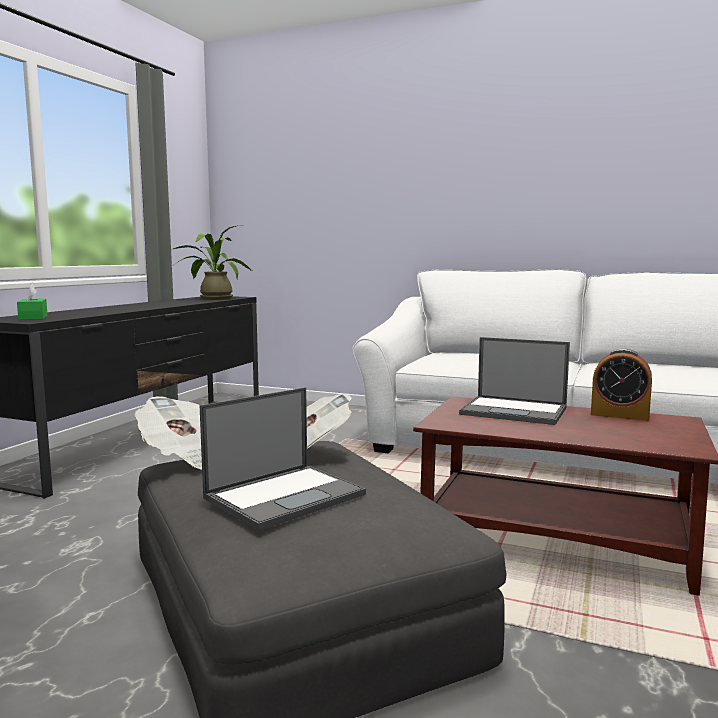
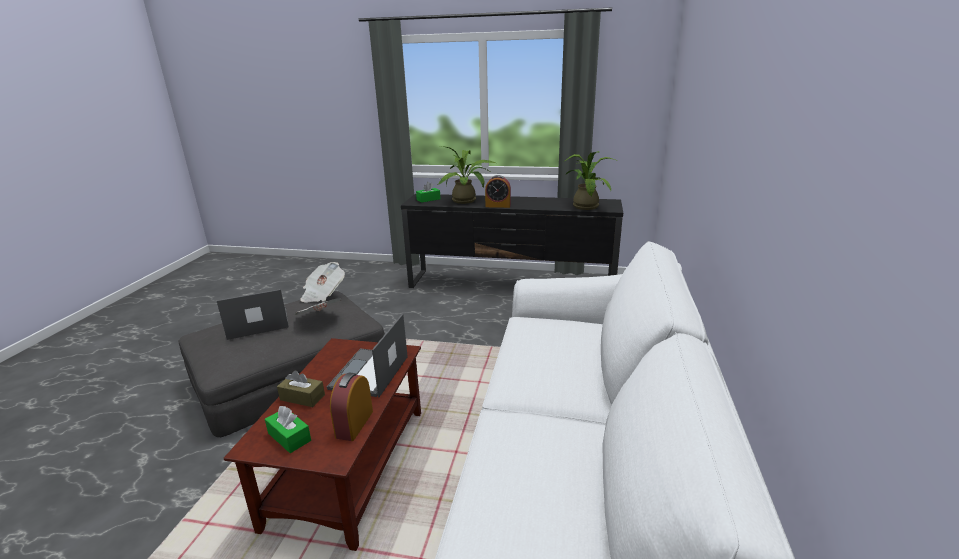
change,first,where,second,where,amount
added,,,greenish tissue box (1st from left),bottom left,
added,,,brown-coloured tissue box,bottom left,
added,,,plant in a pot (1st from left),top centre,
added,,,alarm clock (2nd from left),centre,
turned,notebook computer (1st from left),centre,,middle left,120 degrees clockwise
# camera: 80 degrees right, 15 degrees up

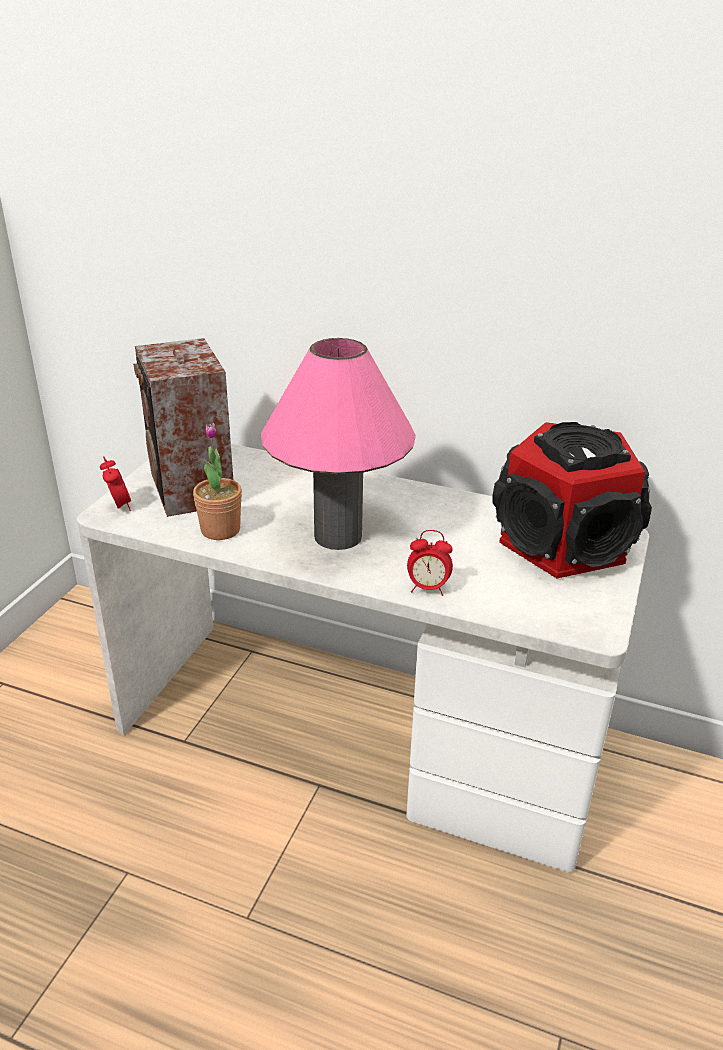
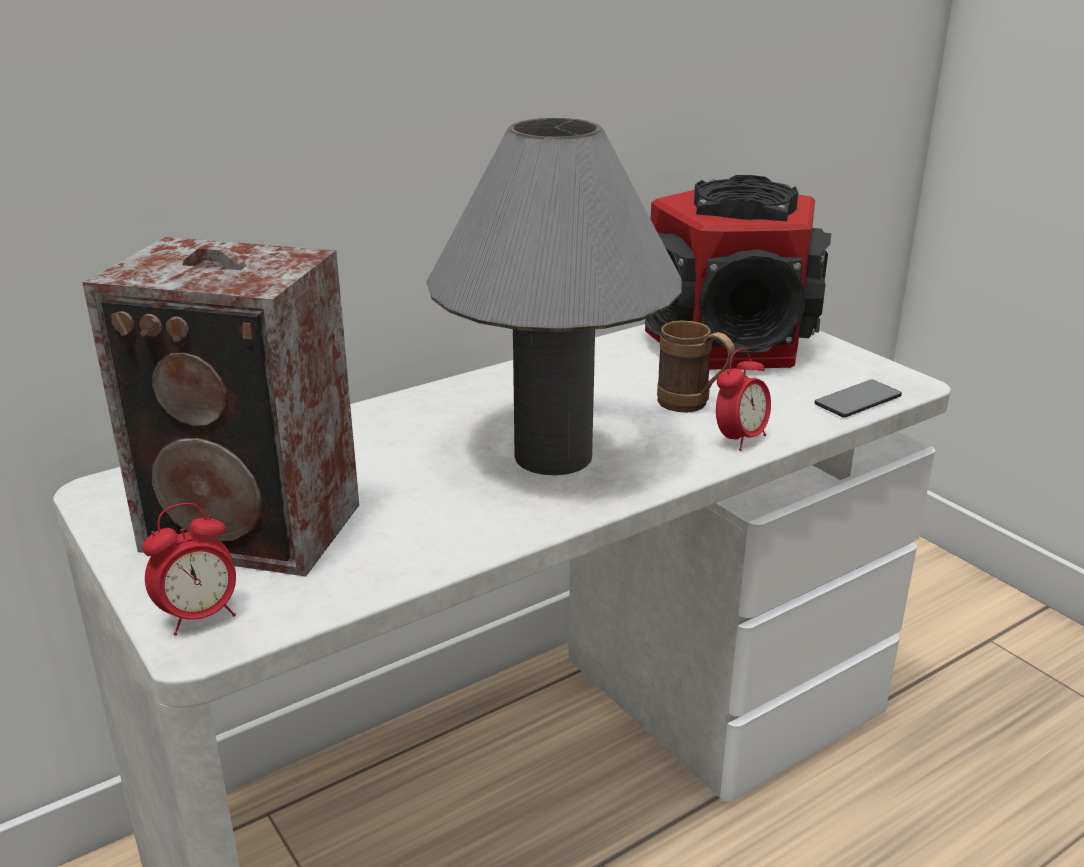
change,first,where,second,where,amount
removed,plant in a pot,middle left,,,
added,,,brown-coloured coffee mug,centre,
added,,,handset,middle right,
recoloured,pink-coloured lamp for a table,centre,grey lamp for a table,centre,
turned,alarm clock (1st from left),middle left,,middle left,135 degrees clockwise
# camera: 55 degrees left, 5 degrees down

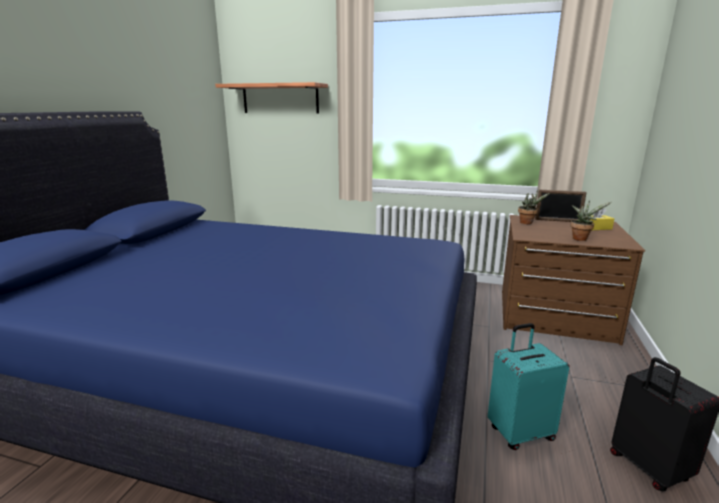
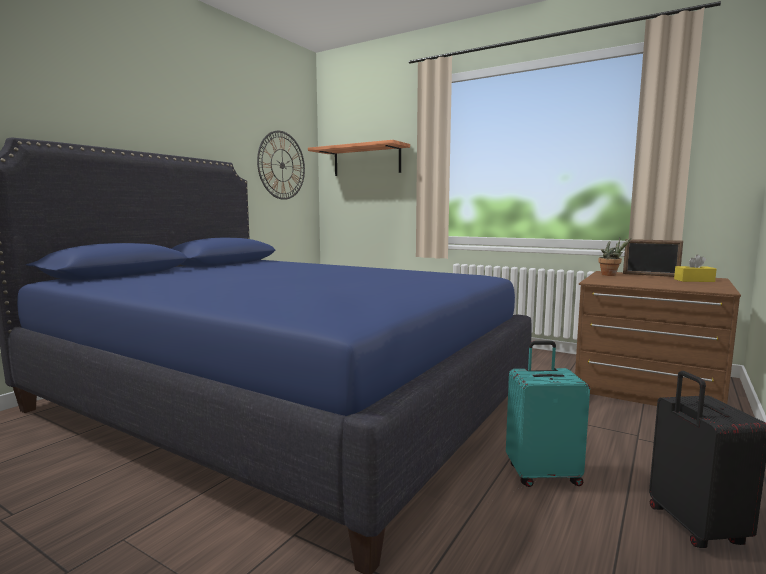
change,first,where,second,where,amount
removed,plant in a pot (2nd from left),middle right,,,
added,,,hanging clock,top centre,
# camera: 15 degrees right, 10 degrees down

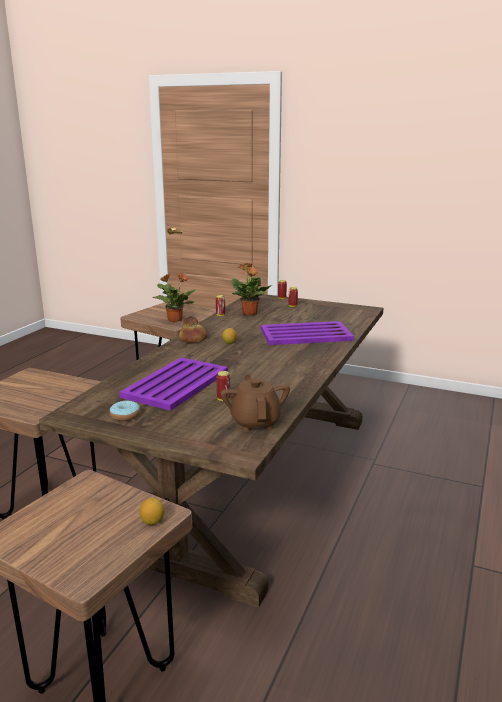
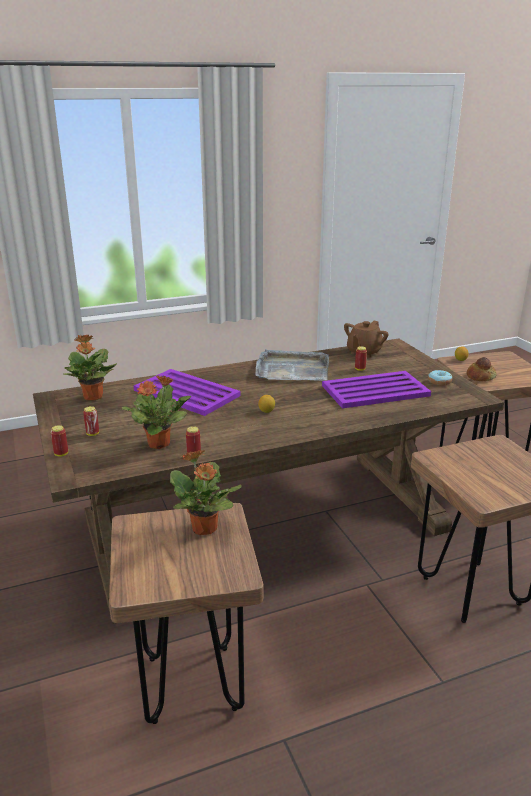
change,first,where,second,where,amount
added,,,plant in a pot (1st from left),middle left,
added,,,grey carrying tray,centre,
moved,bread,centre,,middle right,
# camera: 135 degrees left, 5 degrees up

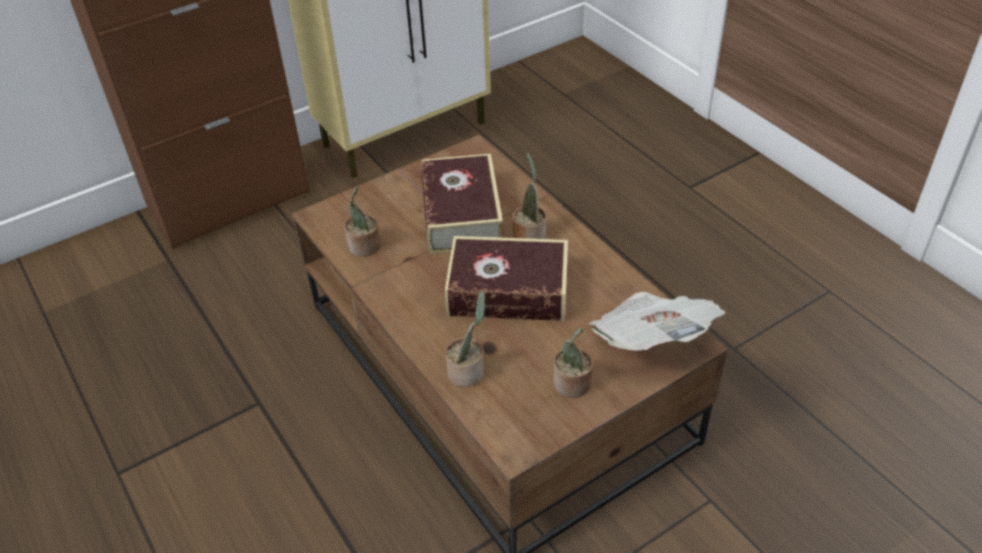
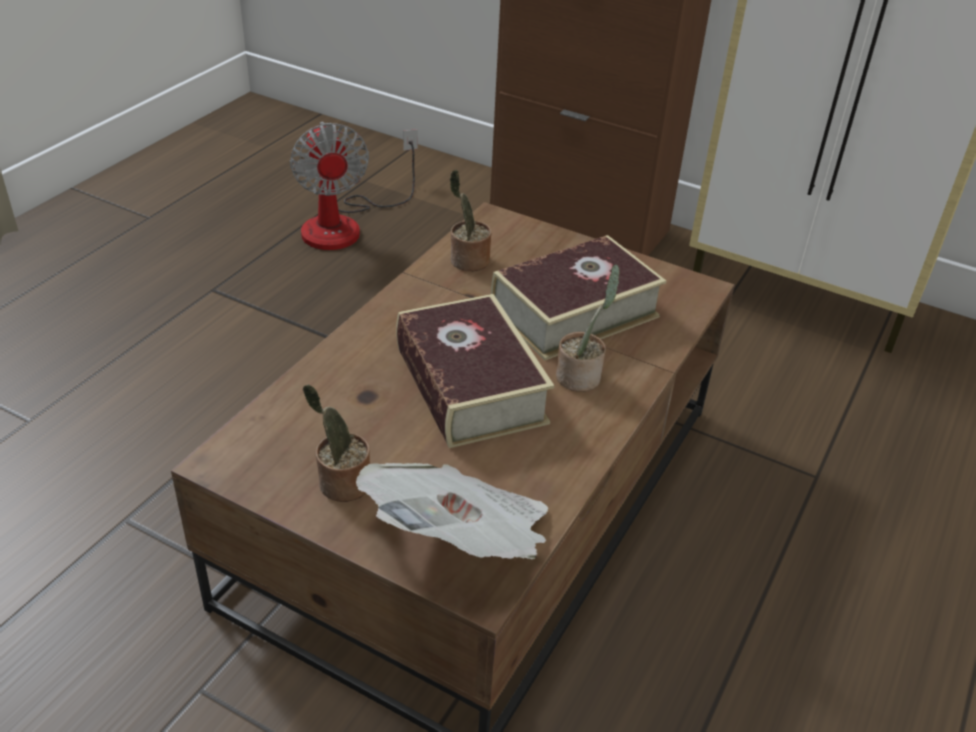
change,first,where,second,where,amount
removed,plant in a pot (2nd from left),centre,,,
added,,,electric fan,top centre,
# camera: 60 degrees right, 5 degrees down

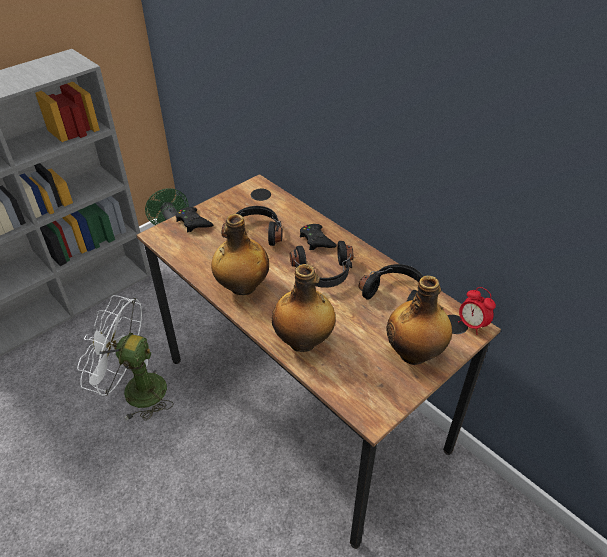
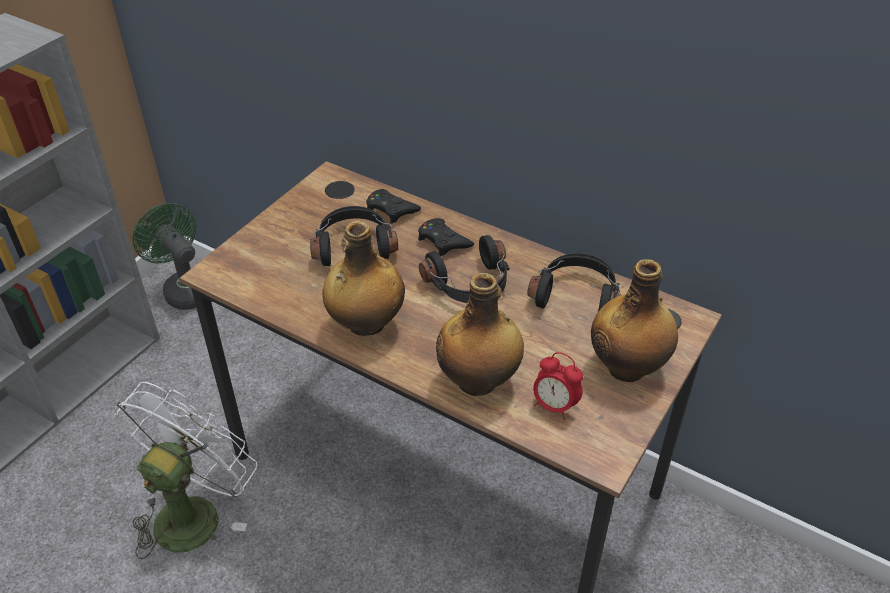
change,first,where,second,where,amount
moved,blackish joypad (1st from left),middle left,,centre,
moved,alarm clock,middle right,,centre,
turned,white-coloured electric fan,middle left,,bottom left,120 degrees clockwise
# camera: 15 degrees left, 0 degrees up

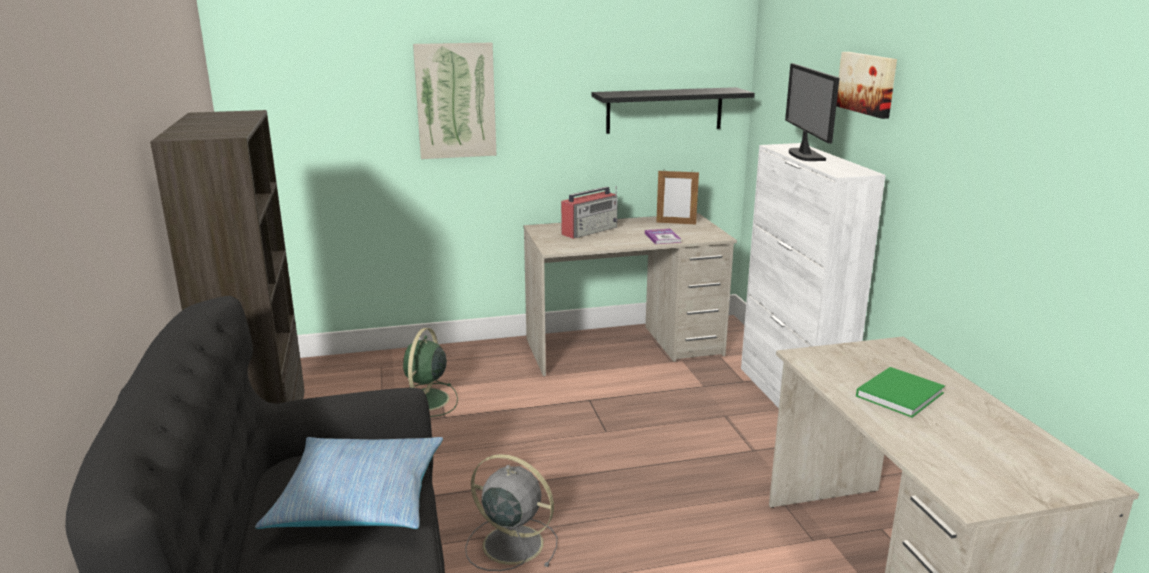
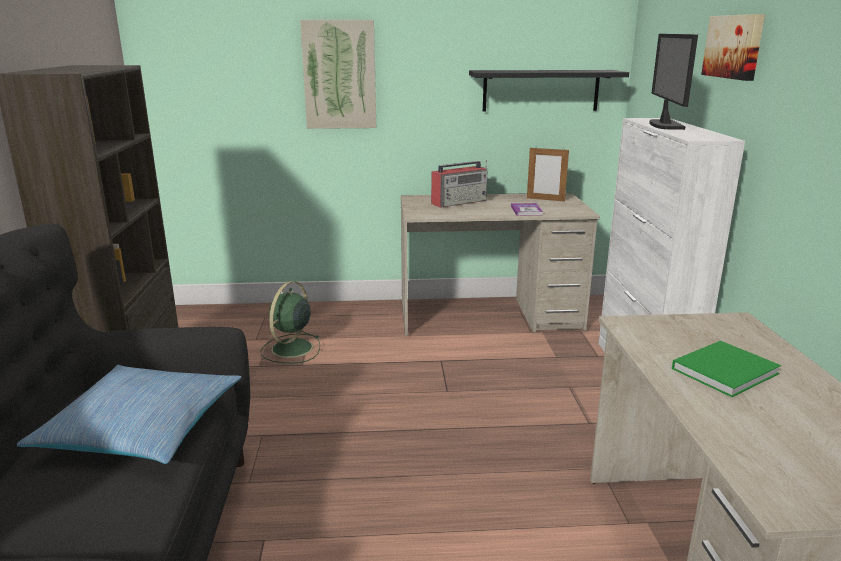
change,first,where,second,where,amount
removed,grey electric fan,bottom centre,,,
# camera: 10 degrees right, 0 degrees up

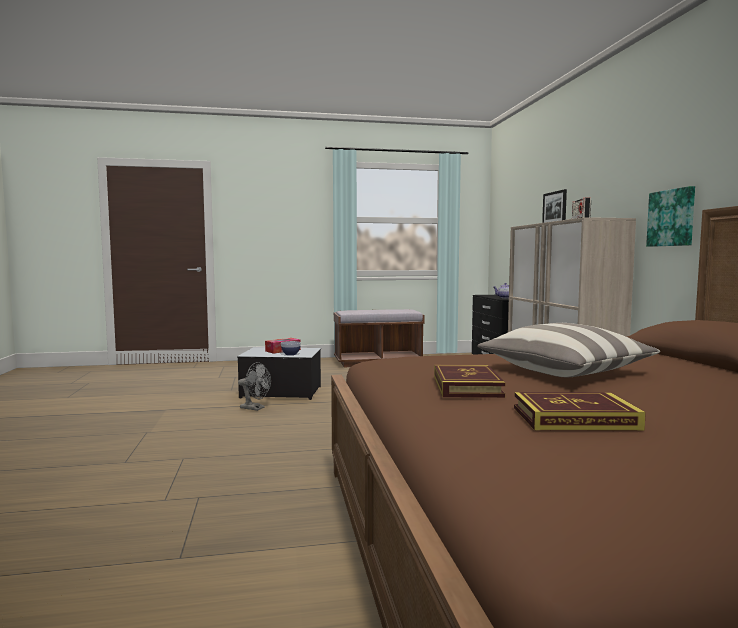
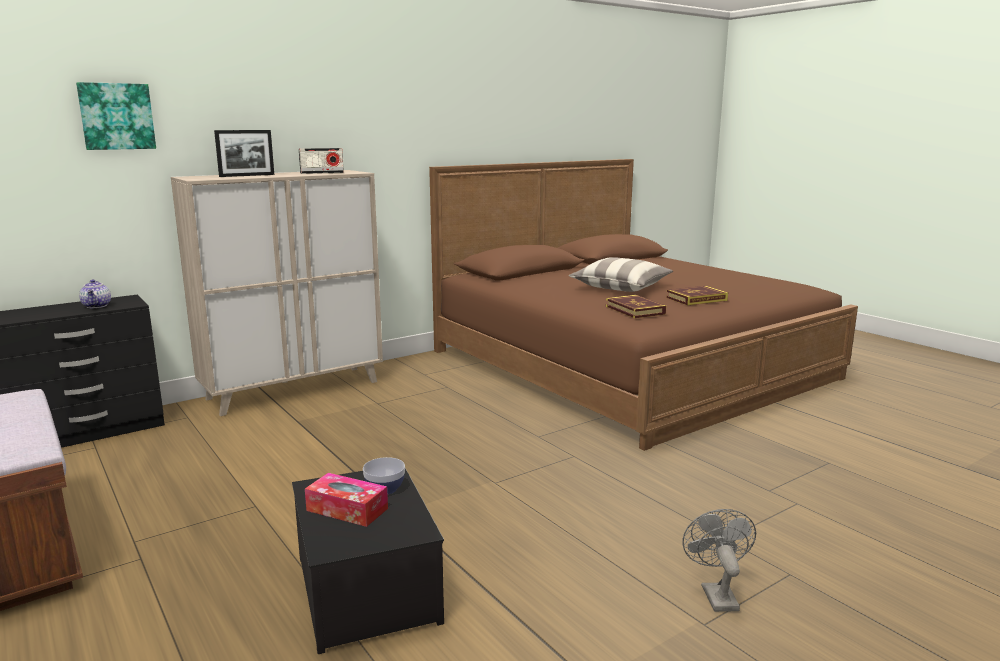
change,first,where,second,where,amount
moved,grey electric fan,centre,,bottom right,
moved,book (2nd from left in the first image),middle right,book (1st from left),centre,
moved,wall art,middle right,,top left,
# camera: 115 degrees left, 10 degrees up

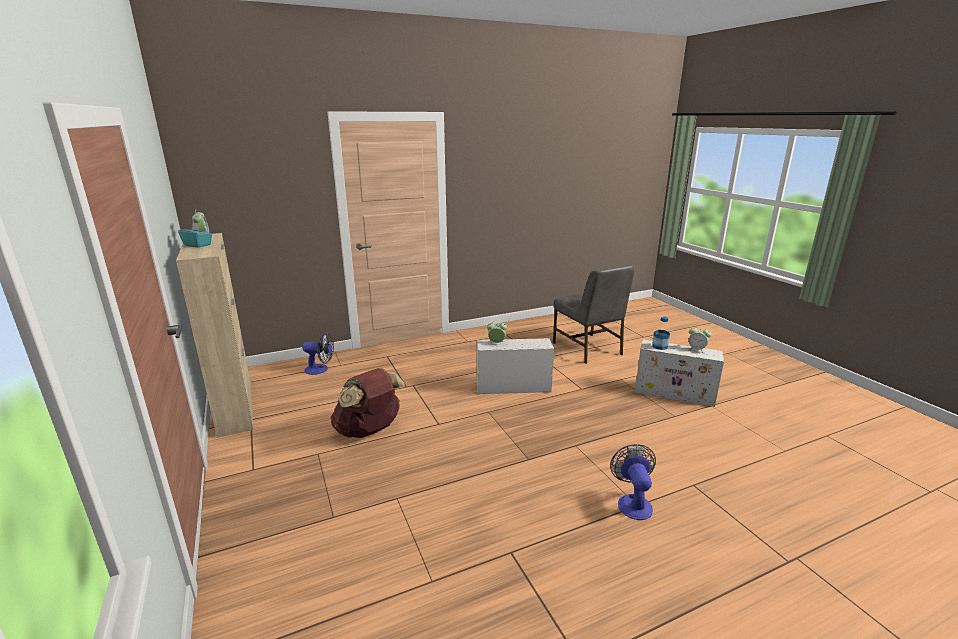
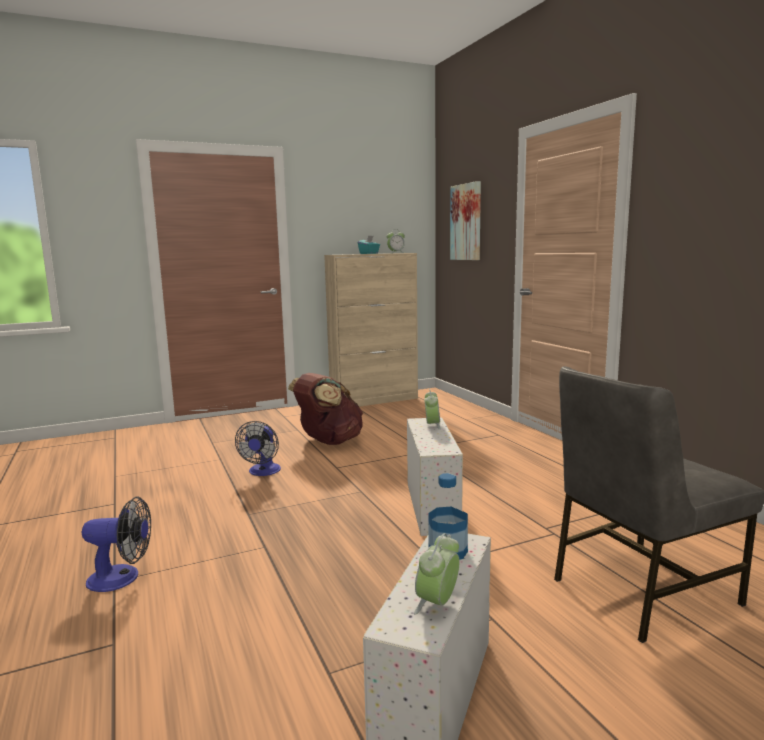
change,first,where,second,where,amount
added,,,wall art,top centre,
moved,electric fan (1st from left in the first image),middle left,electric fan (2nd from left),centre,
# camera: 90 degrees right, 10 degrees down

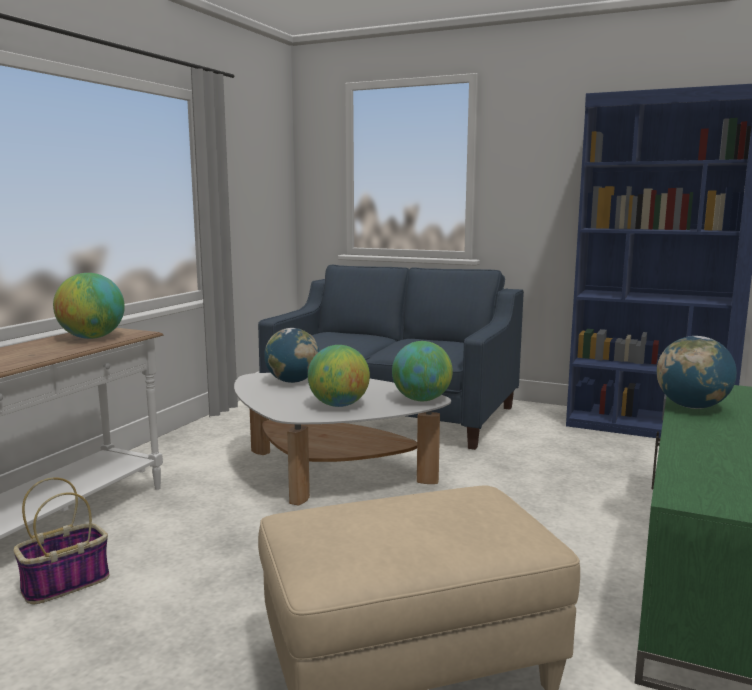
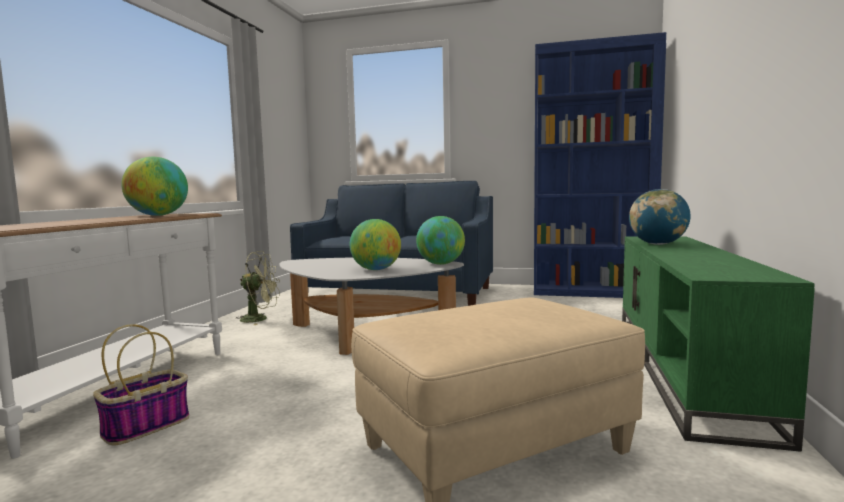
change,first,where,second,where,amount
removed,world globe (2nd from left),centre,,,
added,,,greenish electric fan,middle left,
# camera: 10 degrees left, 5 degrees down

